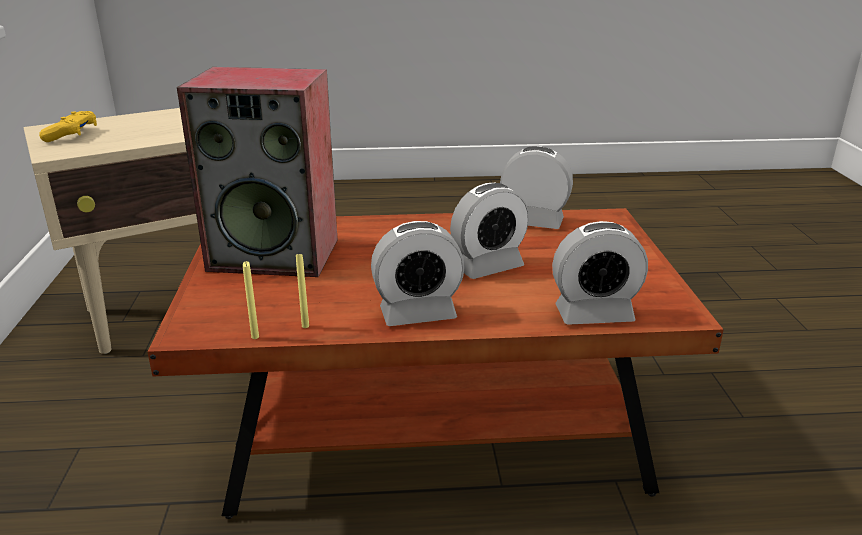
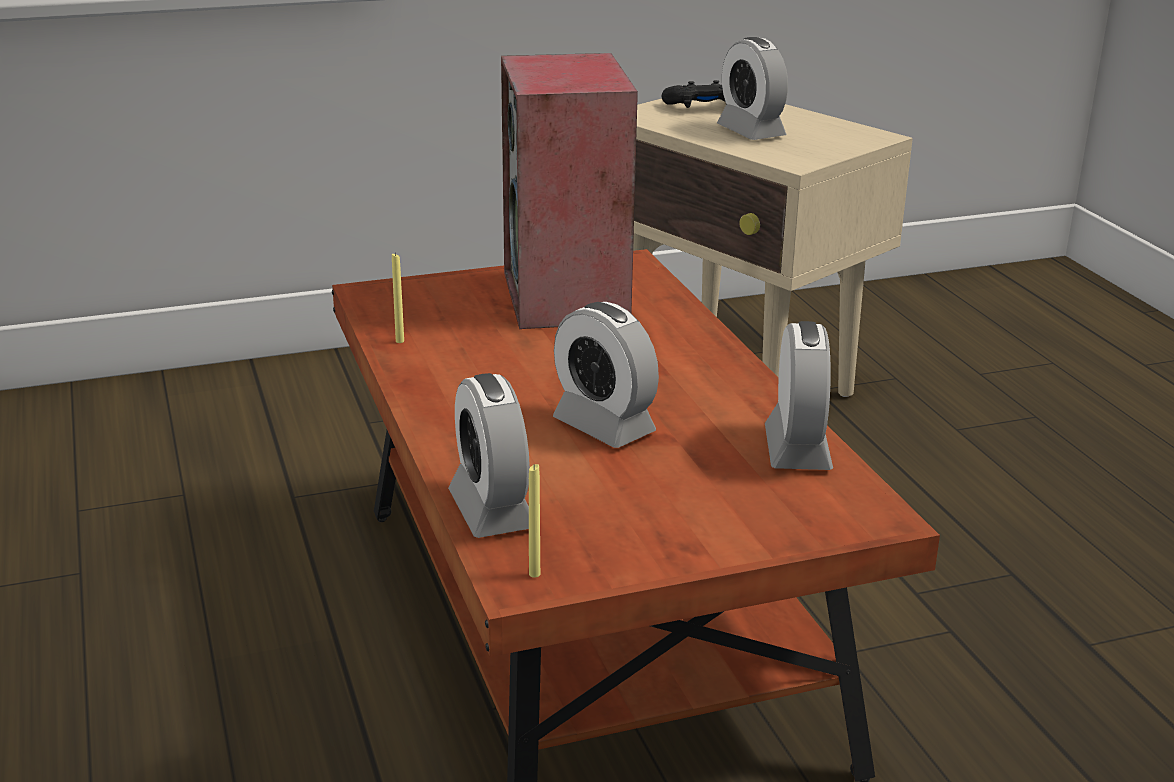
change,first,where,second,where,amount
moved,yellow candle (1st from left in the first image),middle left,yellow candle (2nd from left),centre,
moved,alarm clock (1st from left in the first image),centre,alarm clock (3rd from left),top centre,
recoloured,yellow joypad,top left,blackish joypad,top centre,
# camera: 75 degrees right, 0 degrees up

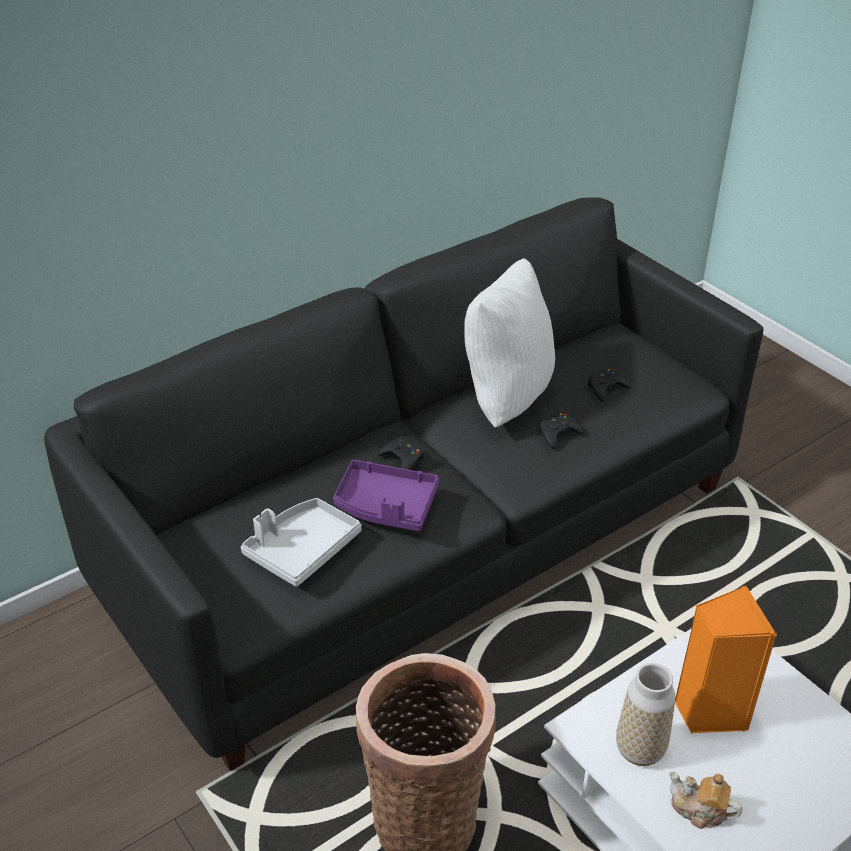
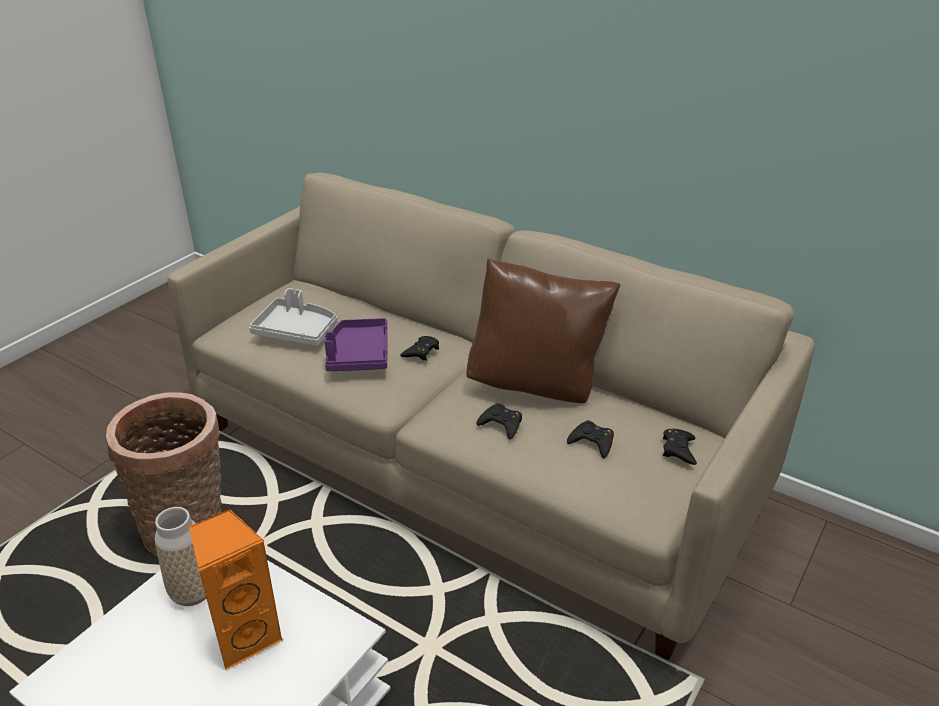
change,first,where,second,where,amount
removed,teapot,bottom right,,,
added,,,blackish joypad (4th from left),middle right,
recoloured,blackish settee,centre,beige-coloured settee,centre,
recoloured,white-coloured cushion,centre,brown-coloured cushion,centre,
# camera: 70 degrees right, 5 degrees down

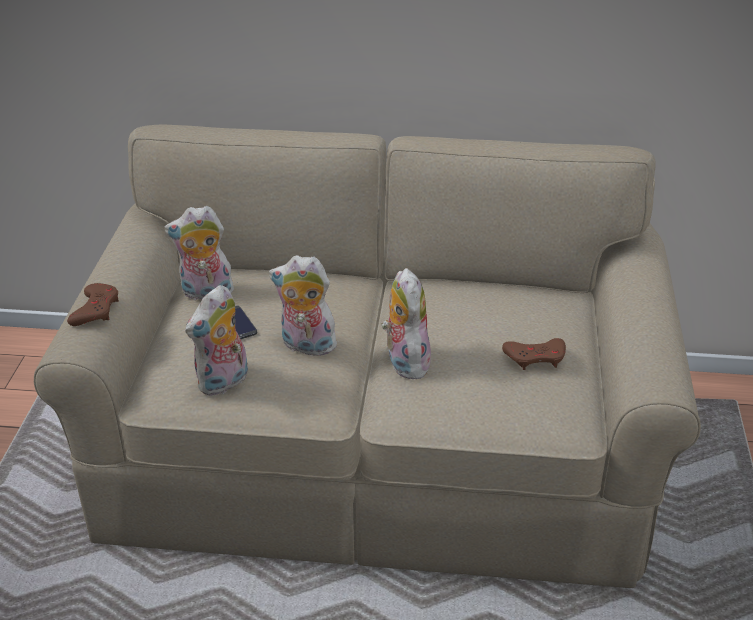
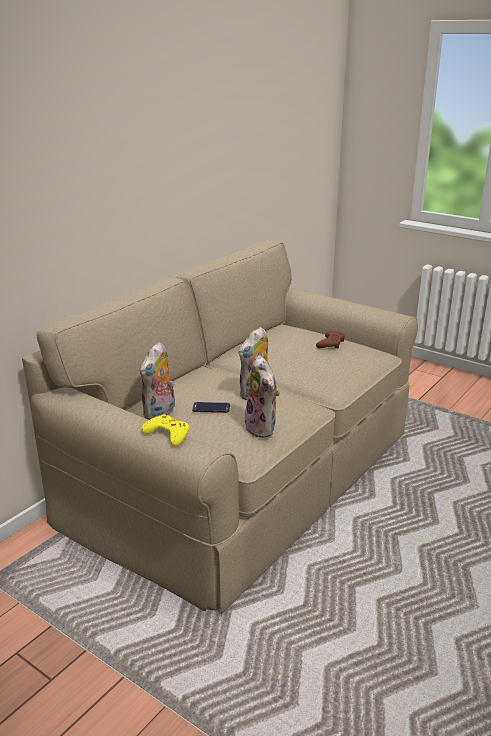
change,first,where,second,where,amount
removed,plush toy (4th from left),centre,,,
recoloured,brown-coloured joypad (1st from left),middle left,yellow joypad,centre,
# camera: 60 degrees left, 10 degrees down

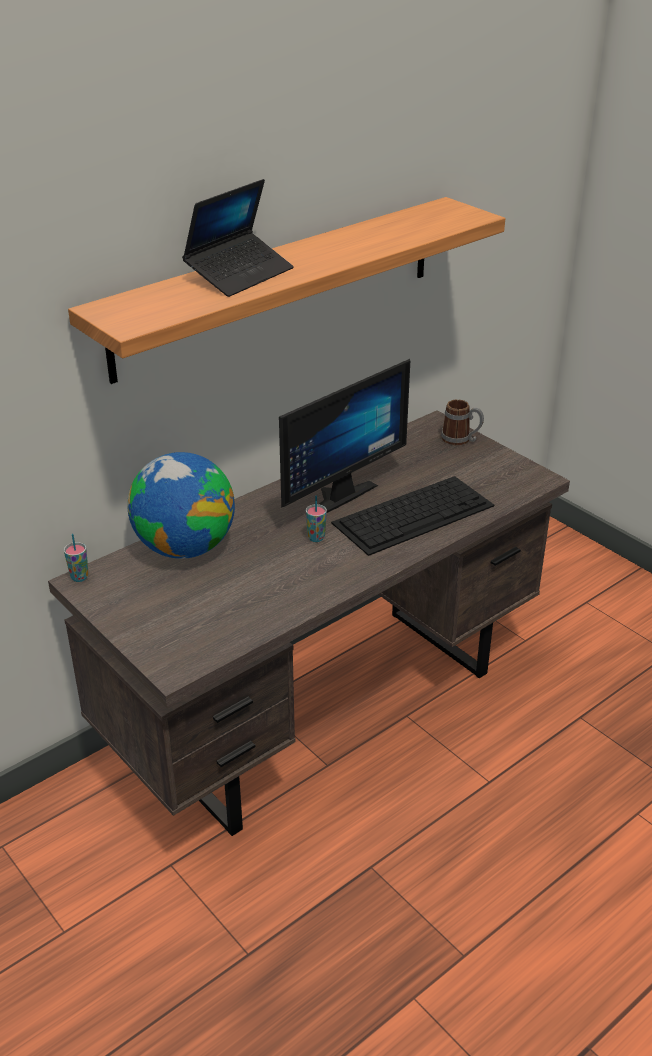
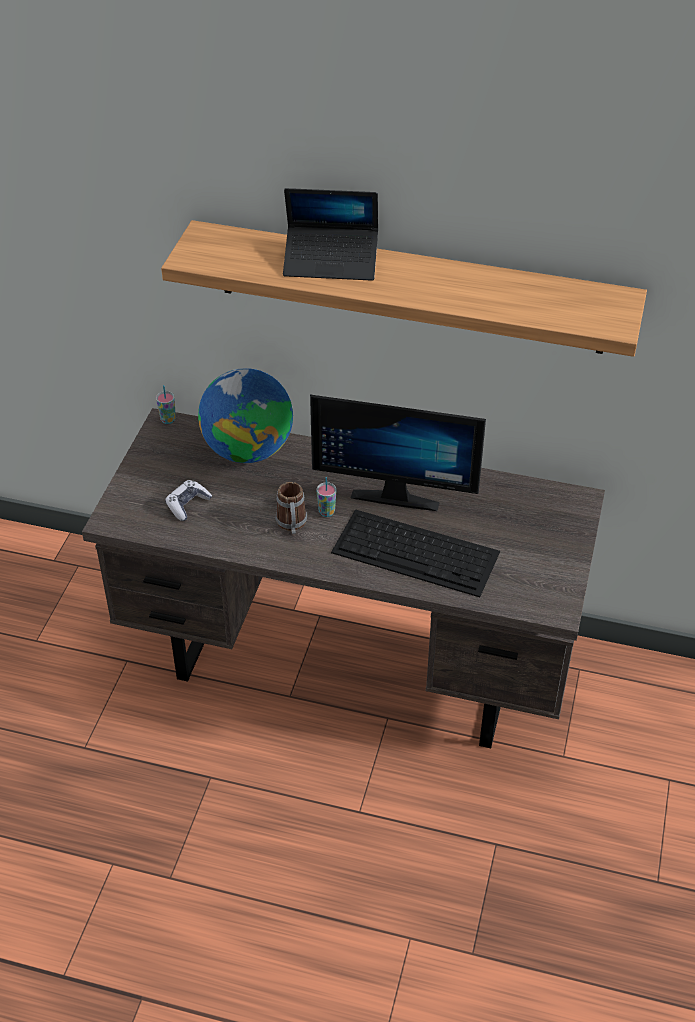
change,first,where,second,where,amount
added,,,joypad,middle left,
moved,coffee mug,middle right,,centre,
# camera: 55 degrees right, 10 degrees up

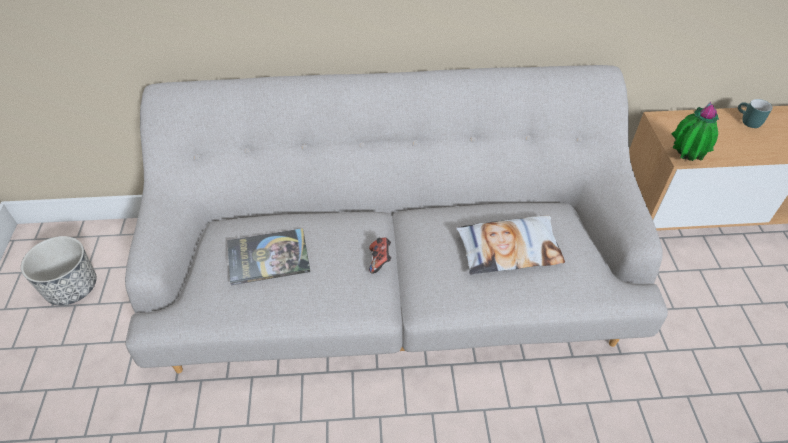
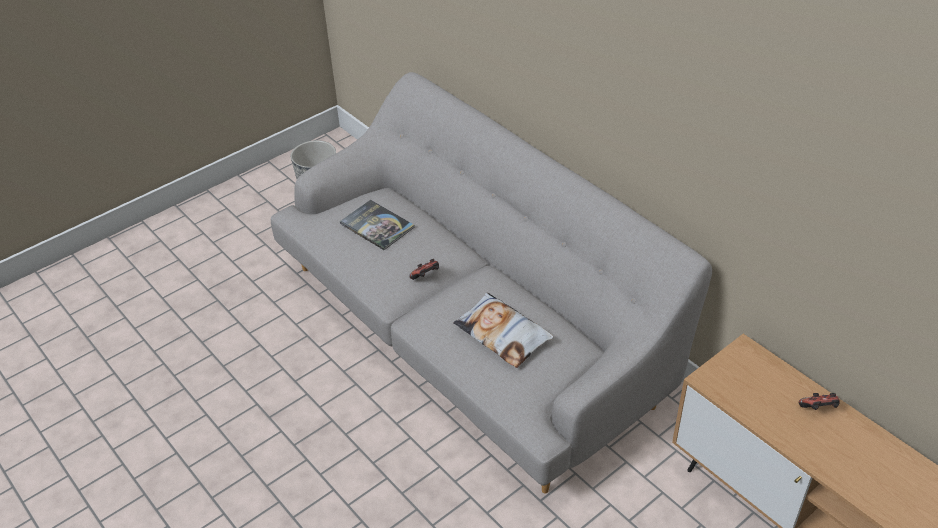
change,first,where,second,where,amount
removed,plant in a pot,top right,,,
replaced,turquoise coffee mug,top right,joypad (2nd from left),bottom right,
# camera: 55 degrees right, 5 degrees down

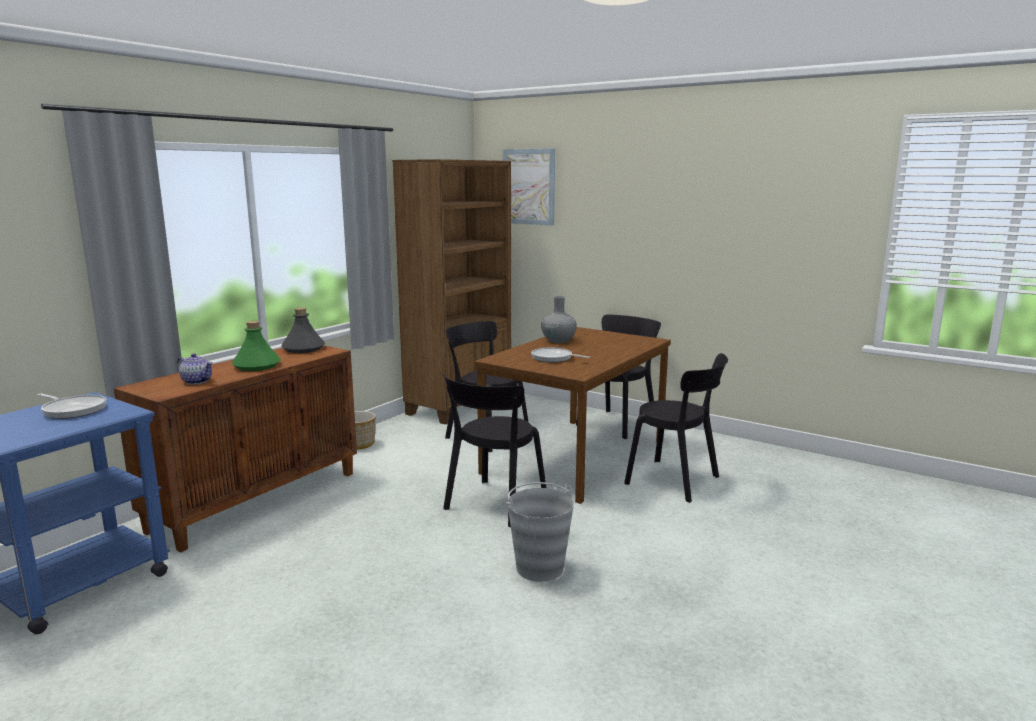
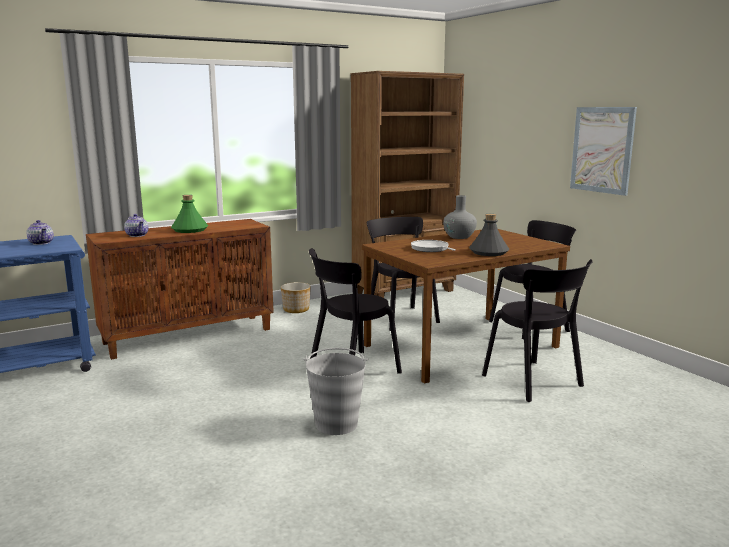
change,first,where,second,where,amount
moved,grey drink bottle,middle left,,middle right,
moved,wall art,top centre,,top right,
replaced,pan (1st from left),middle left,teapot (1st from left),middle left,
# camera: 25 degrees right, 0 degrees up

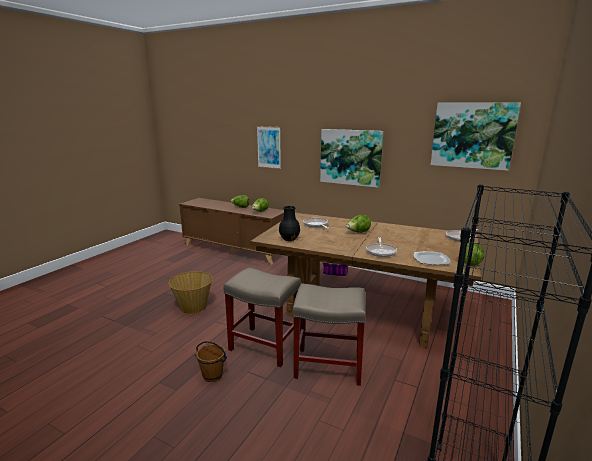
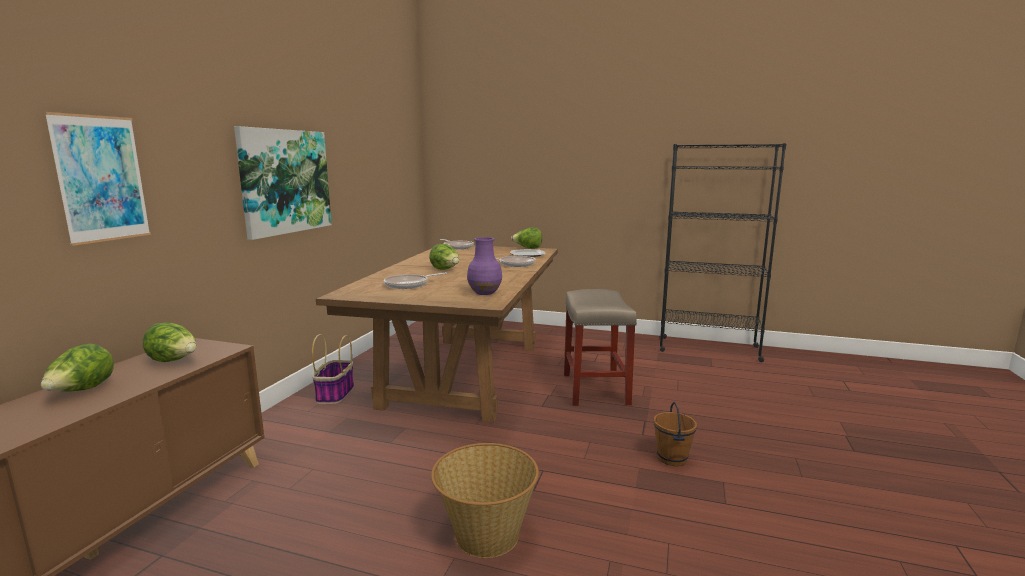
change,first,where,second,where,amount
removed,beige-coloured stool (1st from left),bottom centre,,,
removed,wall art (3rd from left),top right,,,
recoloured,blackish flower vase,centre,purple-coloured flower vase,centre,
# camera: 100 degrees left, 5 degrees down

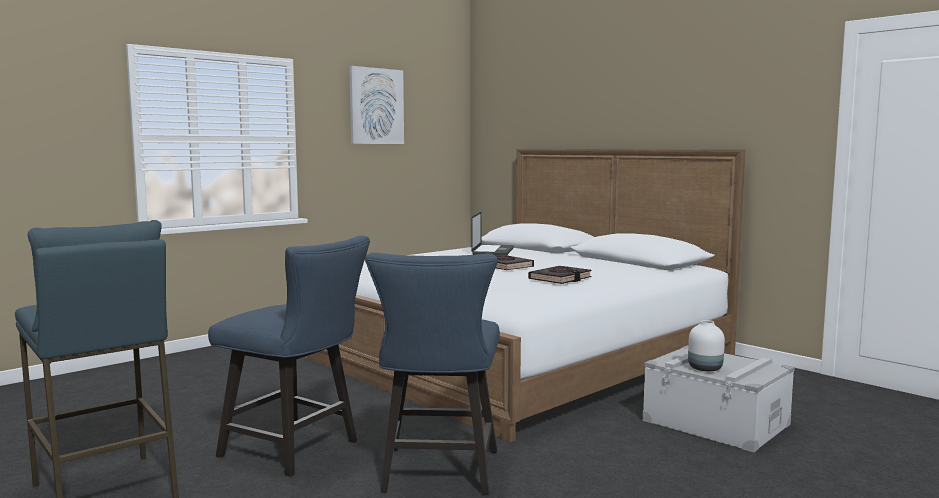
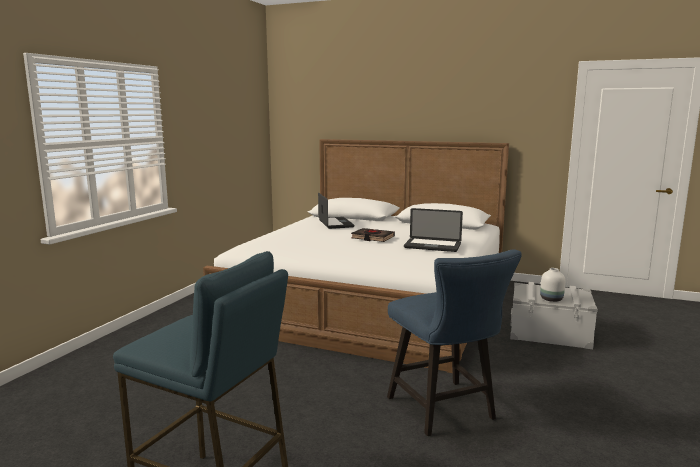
change,first,where,second,where,amount
removed,blue-coloured chair (1st from left),bottom left,,,
removed,wall art,top centre,,,
replaced,blackish book (2nd from left),centre,notebook computer (2nd from left),centre,
# camera: 25 degrees left, 5 degrees up

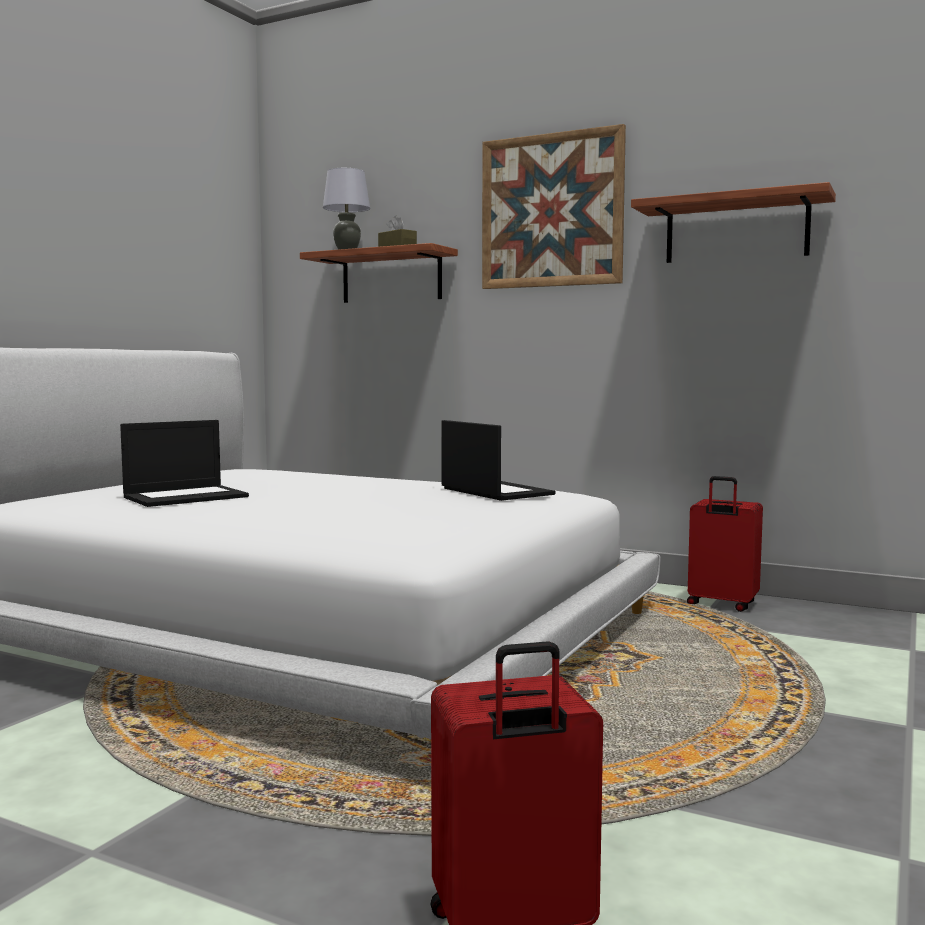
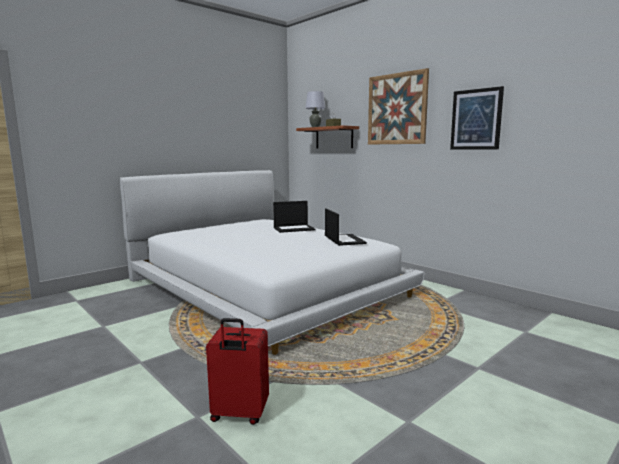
change,first,where,second,where,amount
removed,reddish travel case (2nd from left),middle right,,,
moved,notebook computer (1st from left),middle left,,centre,
replaced,wall shelf (2nd from left),top right,wall art (2nd from left),top right,
# camera: 20 degrees right, 5 degrees up

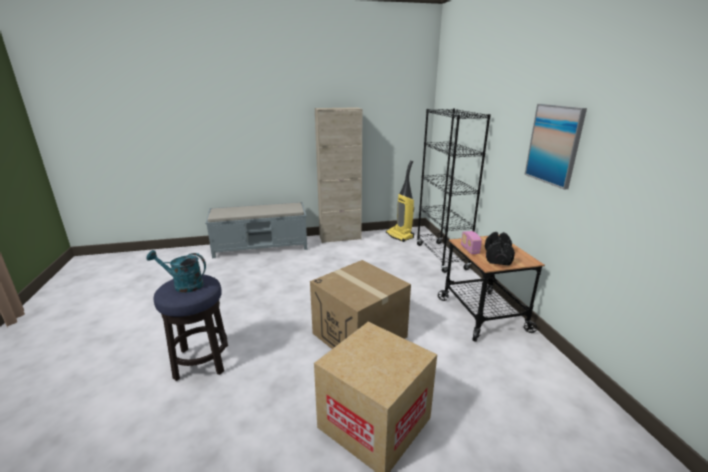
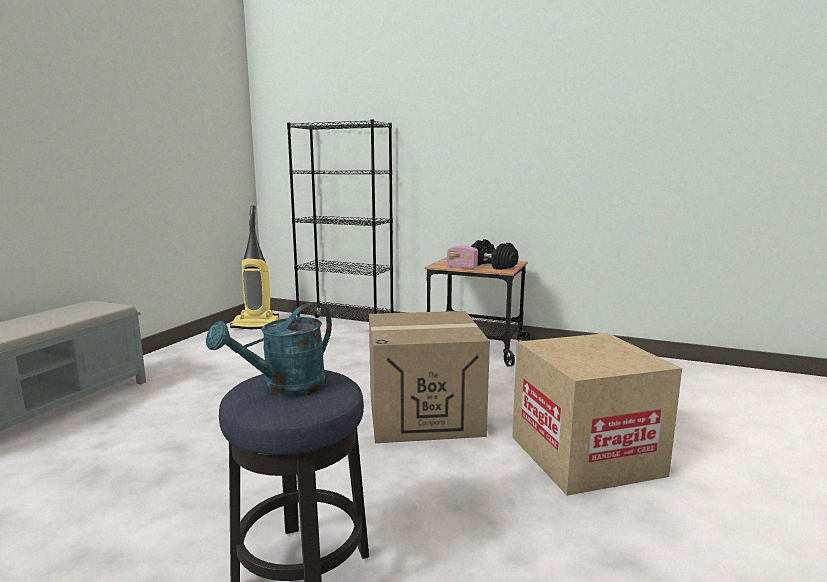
change,first,where,second,where,amount
removed,beige-coloured cupboard,centre,,,
removed,wall art,top right,,,
# camera: 55 degrees left, 10 degrees down

